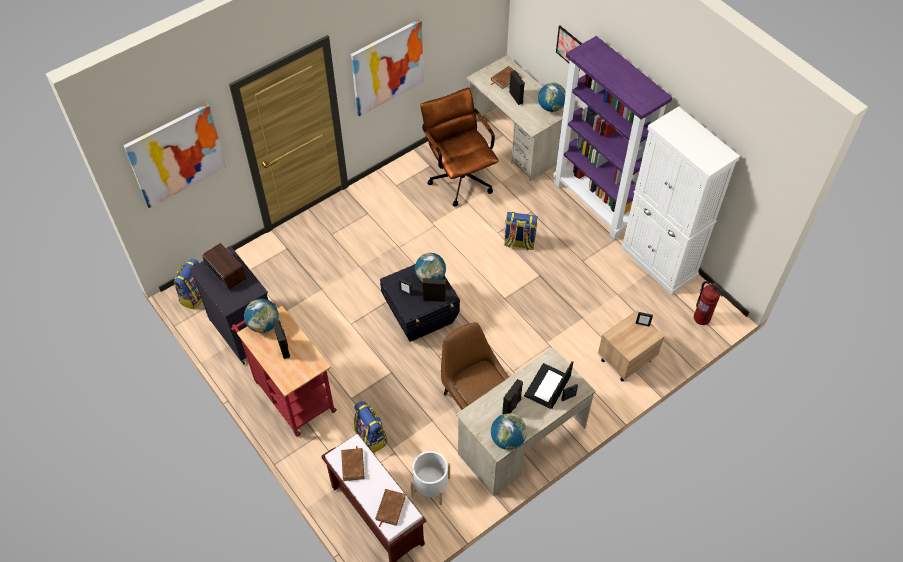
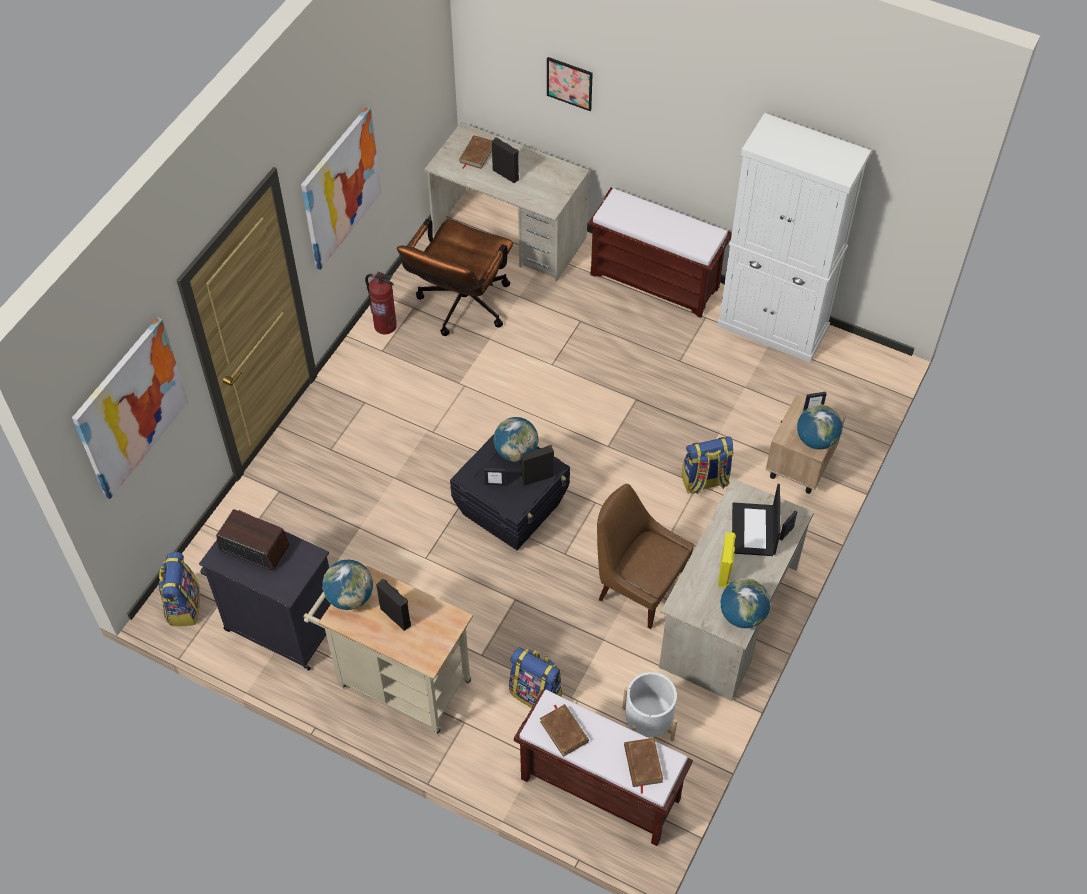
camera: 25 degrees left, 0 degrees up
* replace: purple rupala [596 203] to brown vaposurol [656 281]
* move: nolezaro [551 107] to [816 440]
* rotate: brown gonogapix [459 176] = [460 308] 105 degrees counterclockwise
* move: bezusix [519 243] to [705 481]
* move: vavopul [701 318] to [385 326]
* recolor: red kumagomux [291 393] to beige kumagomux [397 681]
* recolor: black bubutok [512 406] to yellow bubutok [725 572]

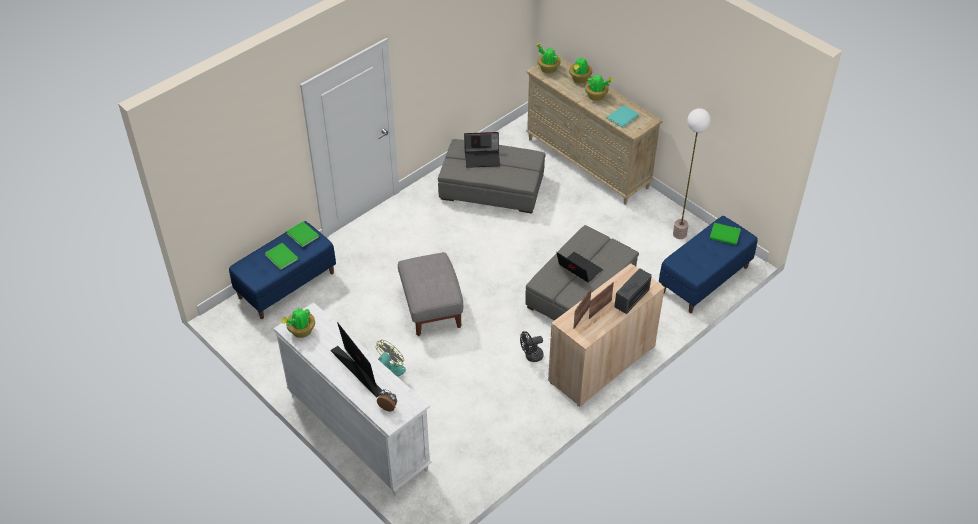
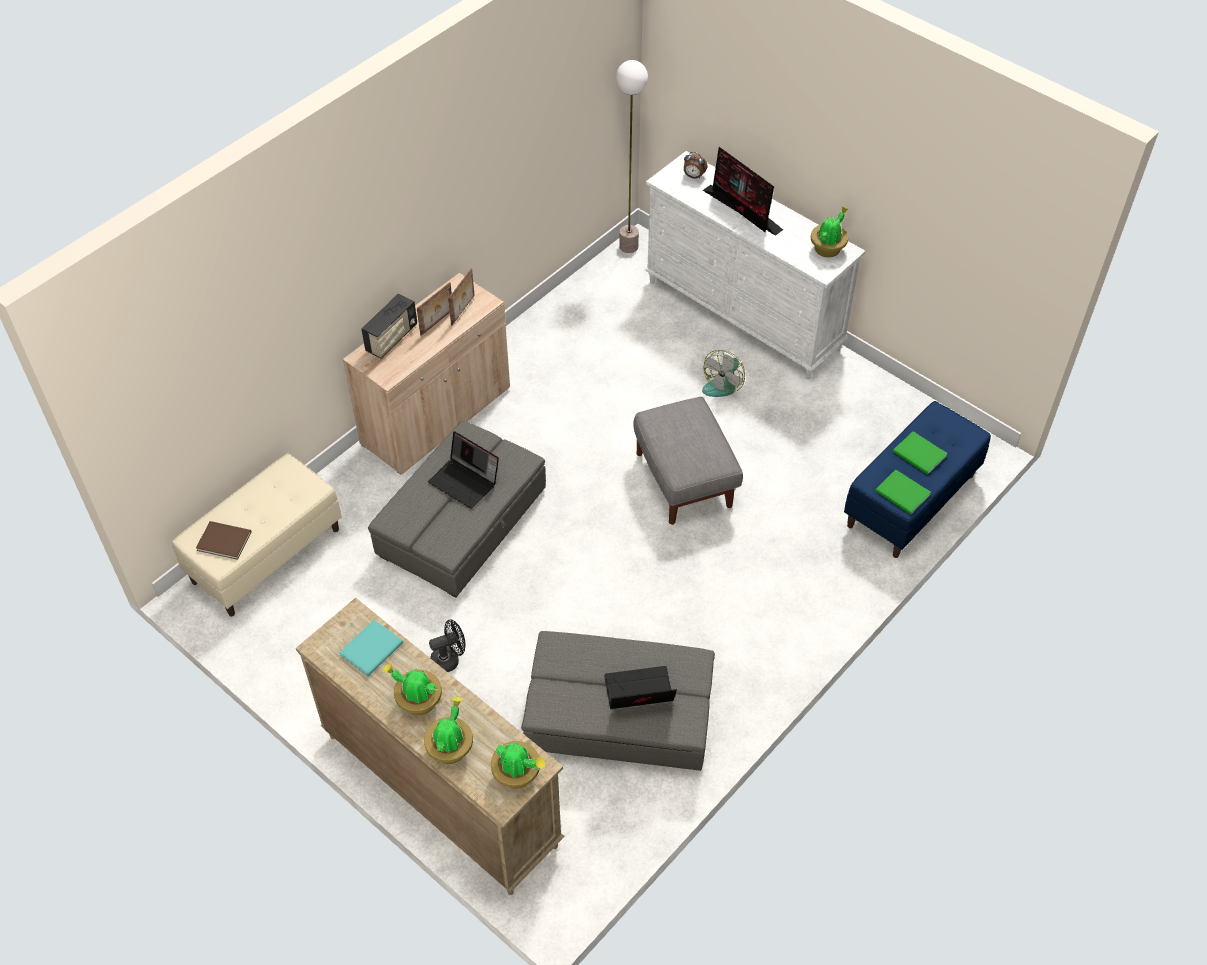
camera: 175 degrees right, 5 degrees up
* move: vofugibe [679 234] to [629 246]
* recolor: blue vaposurol [704 280] to beige vaposurol [266 555]
* recolor: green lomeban [725 235] to brown lomeban [223 540]
* move: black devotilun [531 356] to [449 659]

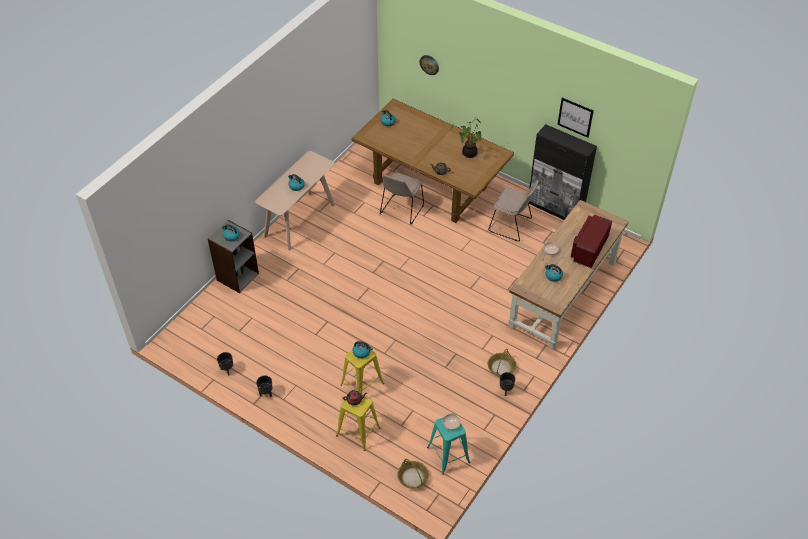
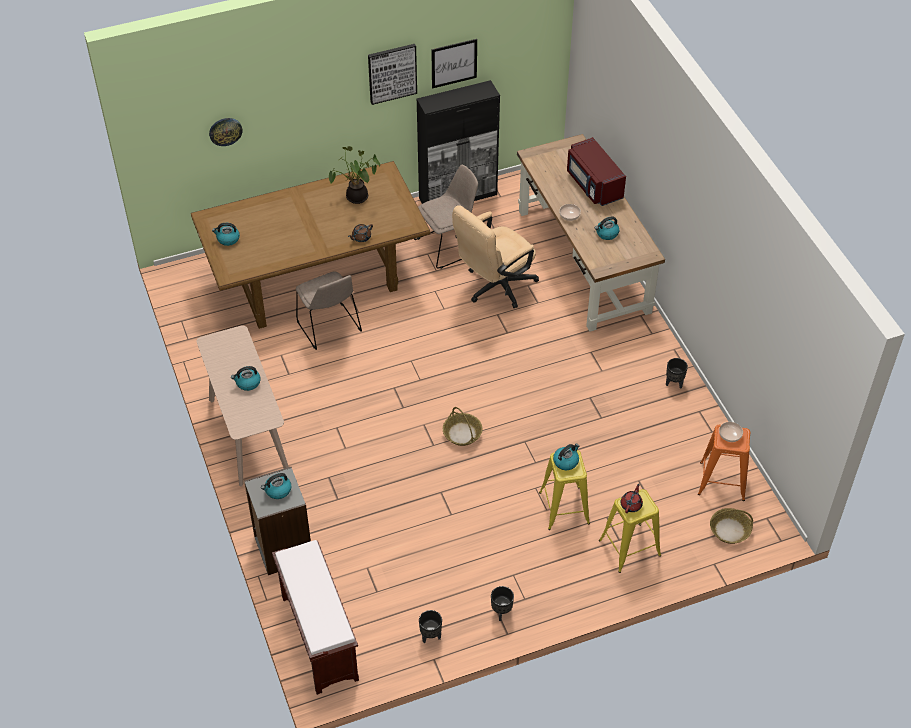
camera: 55 degrees left, 0 degrees up
* move: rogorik [501 368] to [462 433]
* recolor: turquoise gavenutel [448 454] to orange gavenutel [722 481]
* insert: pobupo [392 73]
* insert: beige gonogapix [494 287]
* insert: brown vaposurol [318 637]

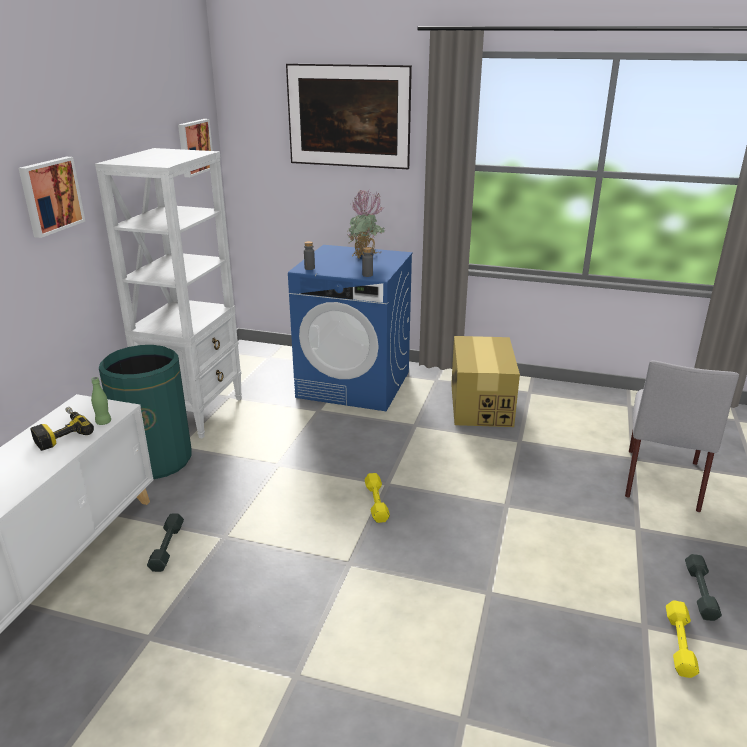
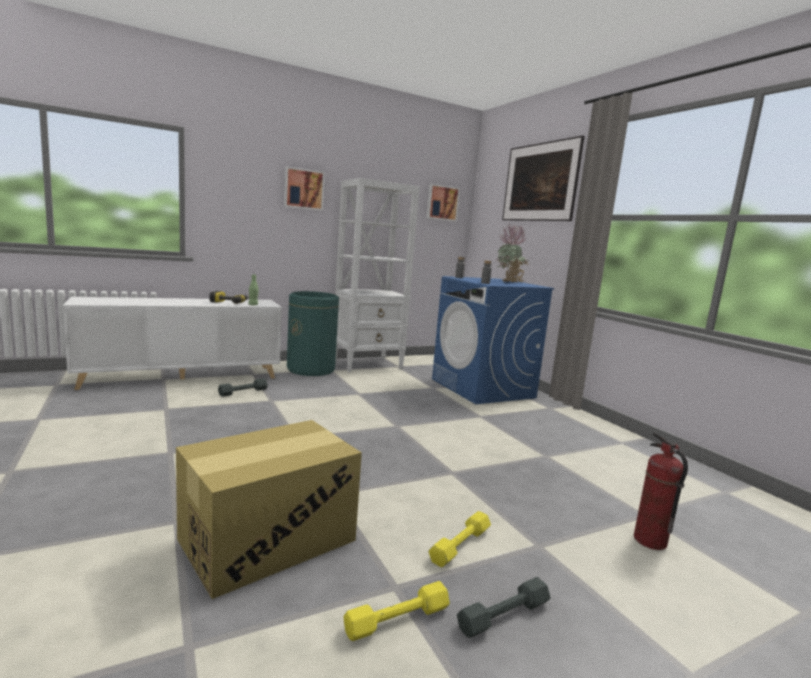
camera: 45 degrees right, 15 degrees down
* move: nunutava [480 404] to [268 539]
* replace: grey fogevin [661 478] to vavopul [649 541]
* move: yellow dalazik [376 502] to [460 545]

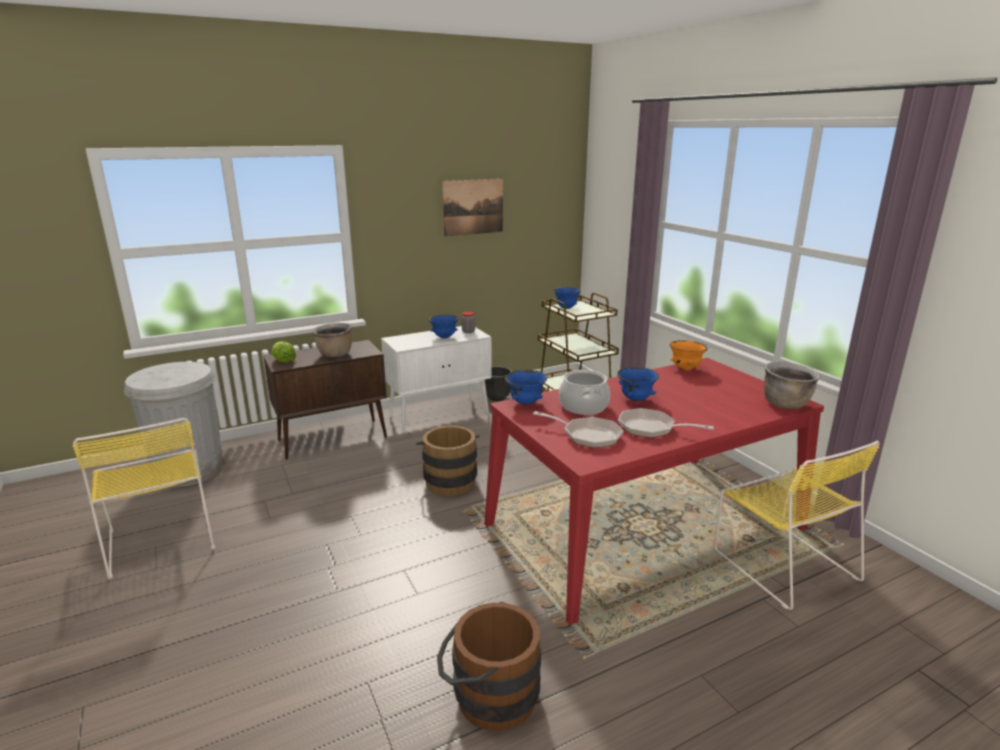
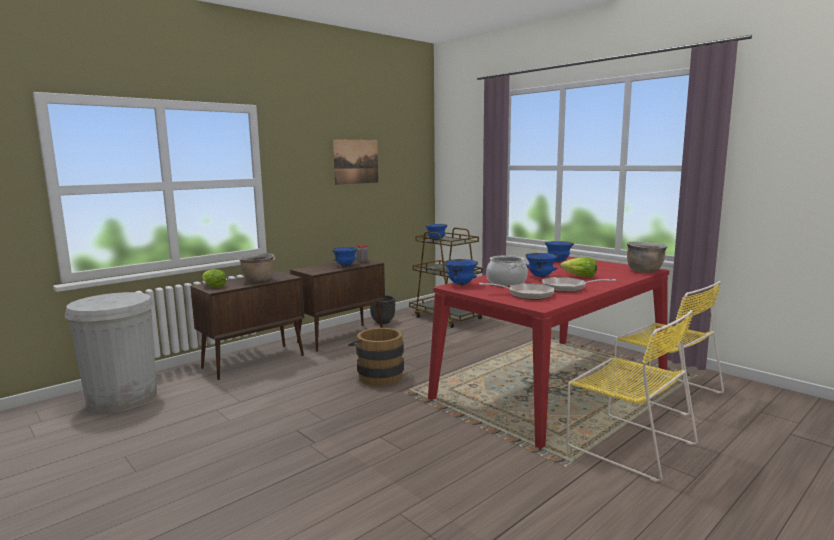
camera: 15 degrees left, 10 degrees down
* recolor: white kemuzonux [440 416] to brown kemuzonux [342 337]
* recolor: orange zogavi [685 369] to blue zogavi [558 261]
* move: yellow fogevin [161 536] to [627 444]
* delete: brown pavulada [488 695]
* insert: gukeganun [579 276]

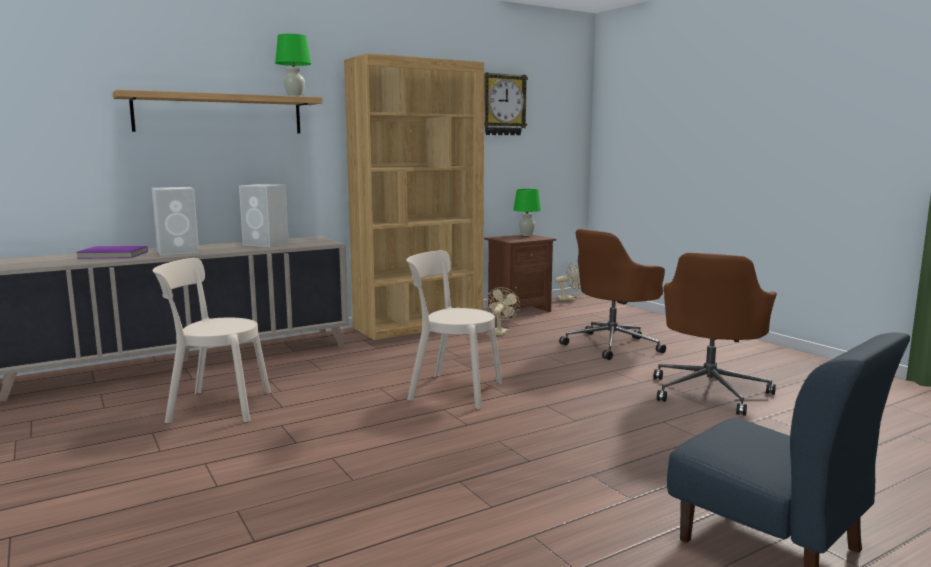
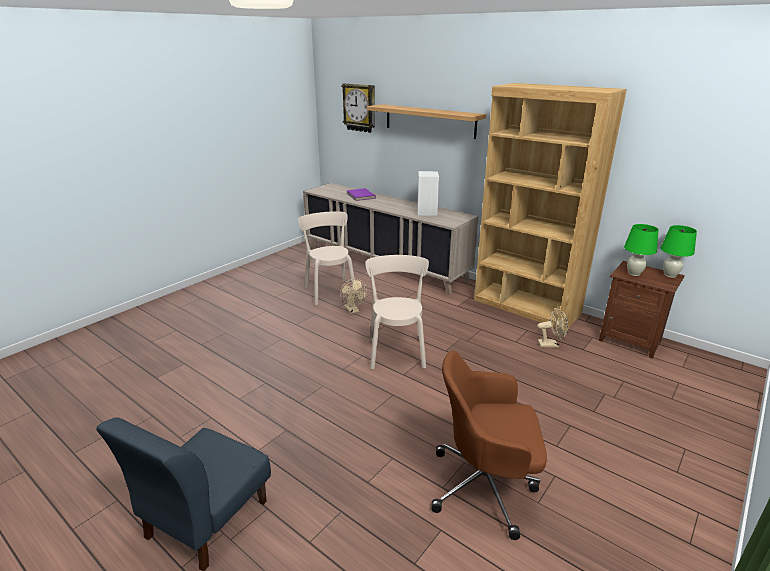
camera: 70 degrees right, 15 degrees up
* move: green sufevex [295 96] to [634 274]
* move: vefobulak [502 105] to [360 108]
* delete: white bubutok [179 251]
* delete: brown gonogapix [613 345]
* move: beige devotilun [569 299] to [353 311]

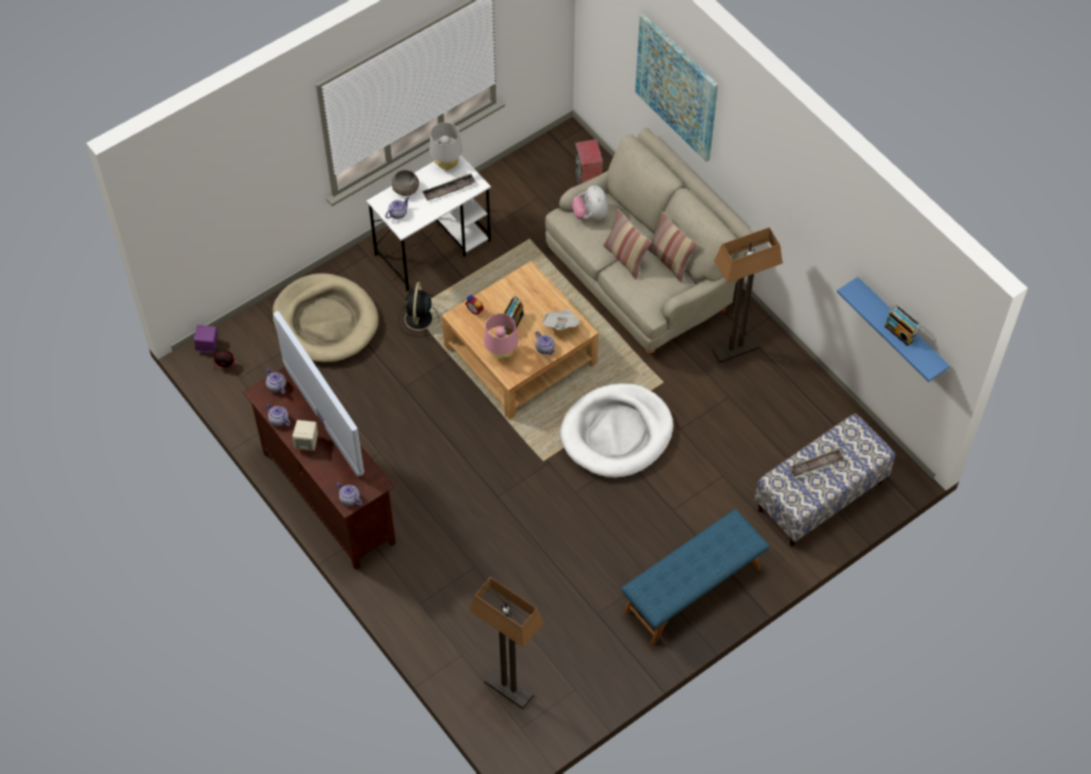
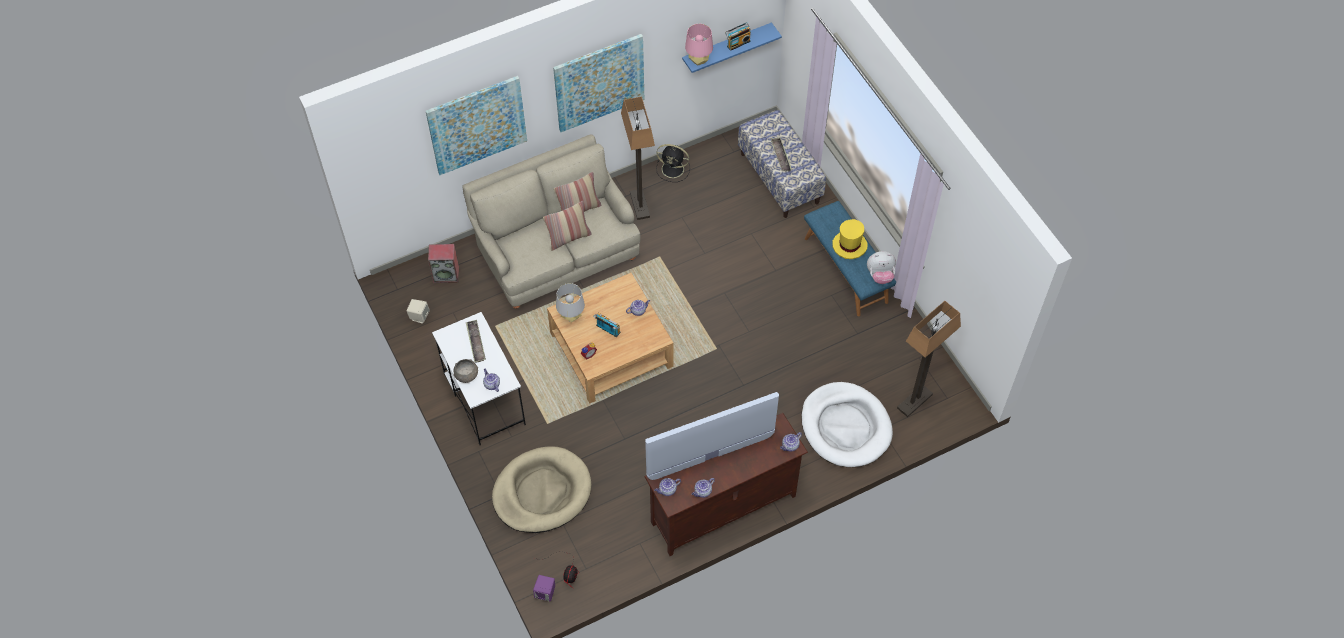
camera: 80 degrees left, 0 degrees up
* move: grey sufevex [446 164] to [571 316]
* move: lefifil [590 215] to [880 275]
* move: black devotilun [418 320] to [673 169]
* delete: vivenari [561 325]
* move: pink sufevex [501 353] to [698 60]
* move: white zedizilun [617 433] to [845 427]
* move: beige bubutok [307 442] to [419 316]
* insert: pobupo [599 82]
* insert: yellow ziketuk [849 245]

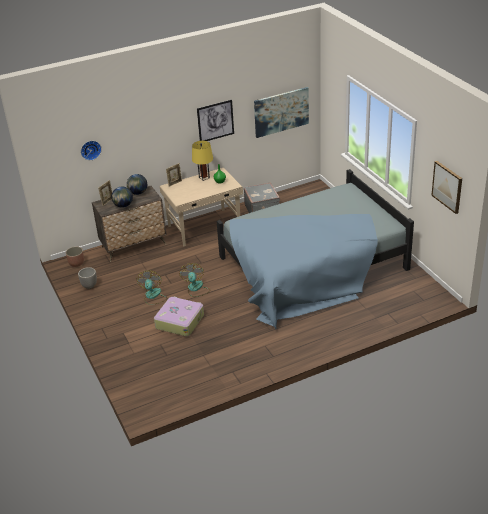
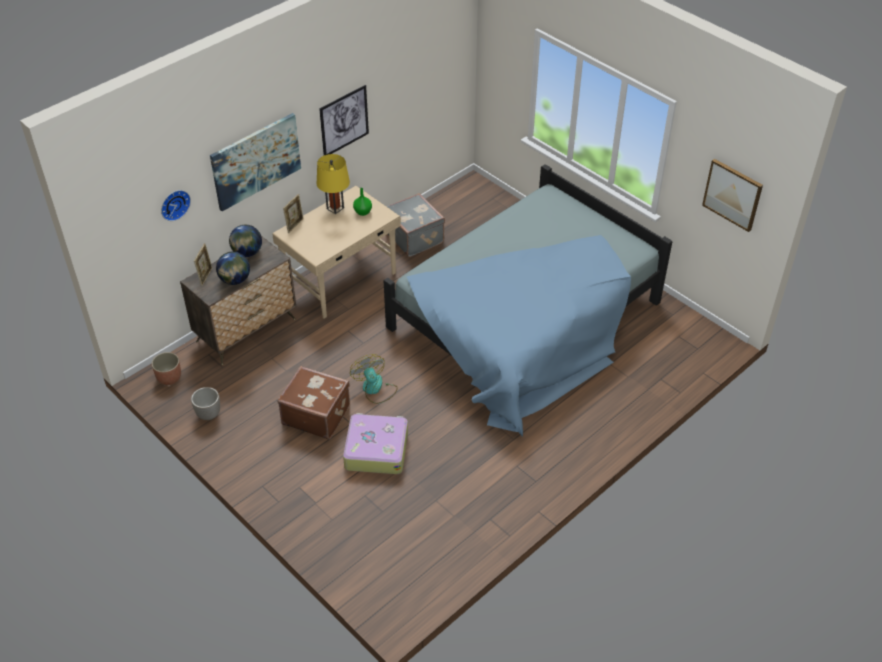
camera: 20 degrees left, 10 degrees up
* move: pobupo [281 112] to [256 161]
* replace: devotilun [153 296] to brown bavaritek [316 414]

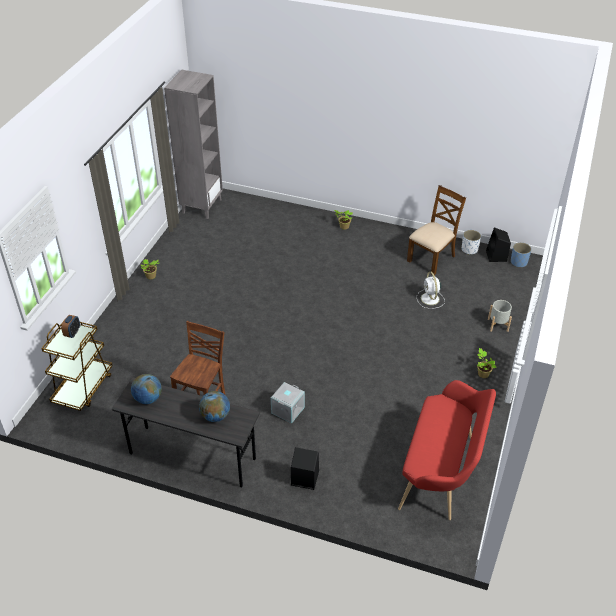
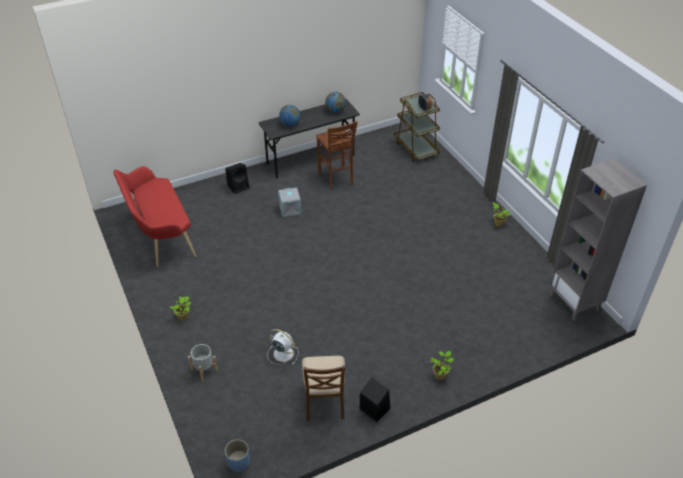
camera: 135 degrees right, 0 degrees up
* move: black bubutok [496 256] to [374 408]
* delete: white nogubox [469 249]

